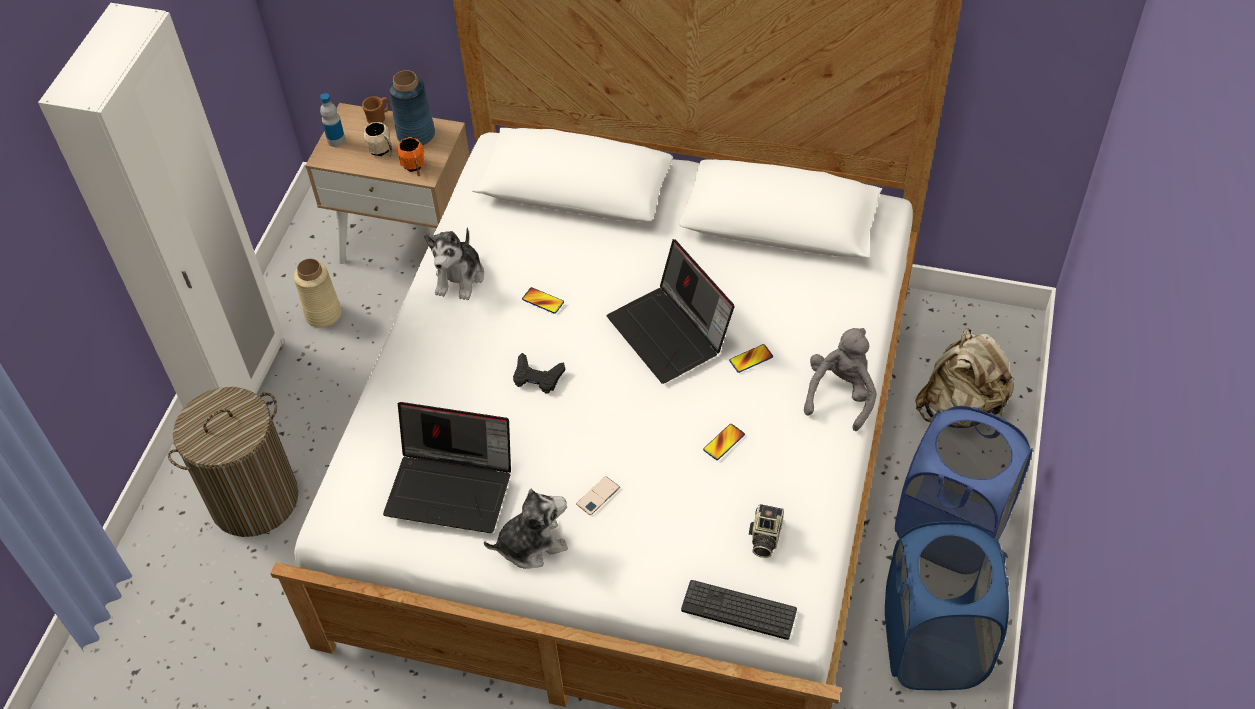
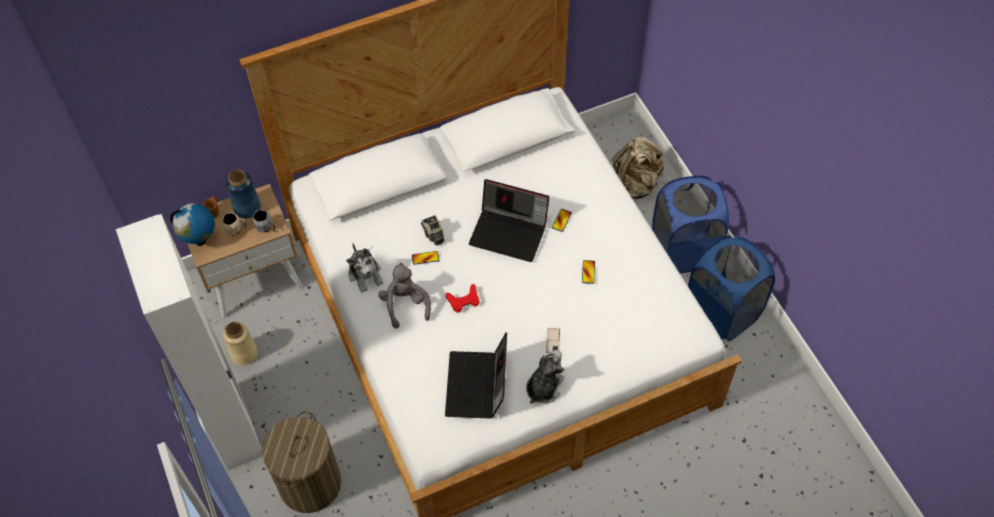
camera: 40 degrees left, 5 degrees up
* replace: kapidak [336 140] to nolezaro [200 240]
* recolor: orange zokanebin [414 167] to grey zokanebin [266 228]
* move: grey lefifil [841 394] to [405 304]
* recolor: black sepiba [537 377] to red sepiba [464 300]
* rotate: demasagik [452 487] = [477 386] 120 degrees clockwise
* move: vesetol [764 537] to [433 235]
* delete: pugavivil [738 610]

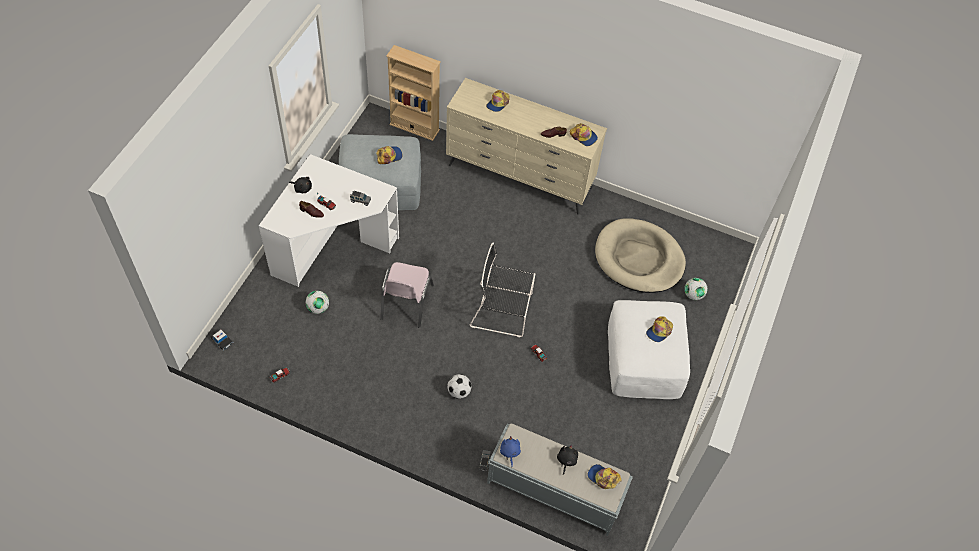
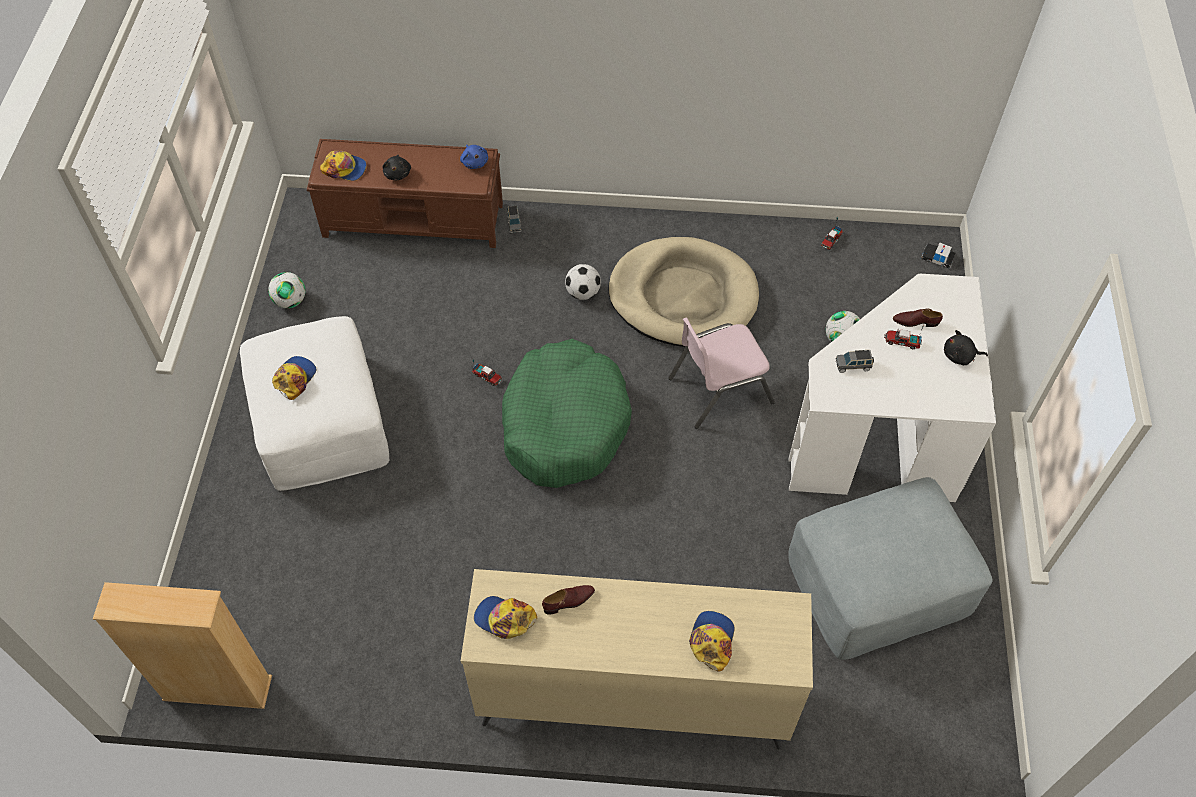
camera: 165 degrees right, 0 degrees up
* move: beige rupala [414 127] to [217 688]
* delete: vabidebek [389 156]
* move: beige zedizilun [639 258] to [683 296]
* replace: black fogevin [503 311] to green zedizilun [564 424]
* rotate: pink fogevin [406 302] = [719 389] 105 degrees counterclockwise
* move: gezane [693 295] to [290 301]
* recolor: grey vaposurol [553 489] to brown vaposurol [414 220]

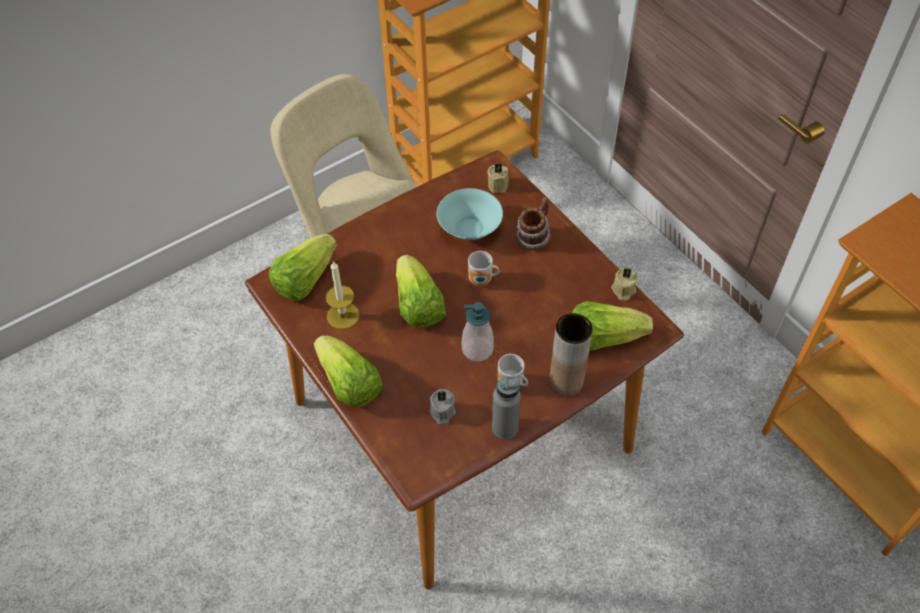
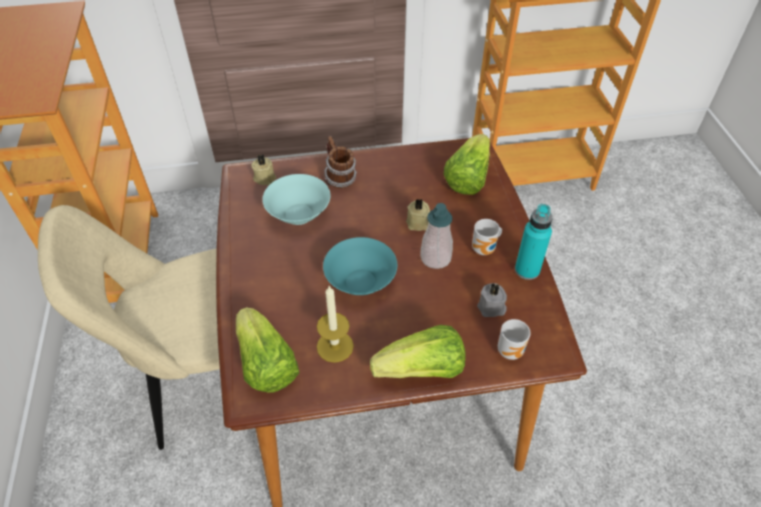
camera: 65 degrees left, 5 degrees down
* move: zokanebin [481 281] to [512 350]
* replace: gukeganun [418 305] to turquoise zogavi [361 282]
* move: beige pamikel [623 290] to [418 224]
* delete: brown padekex [566 382]
* recolor: grey kapidak [505 427] to turquoise kapidak [527 270]

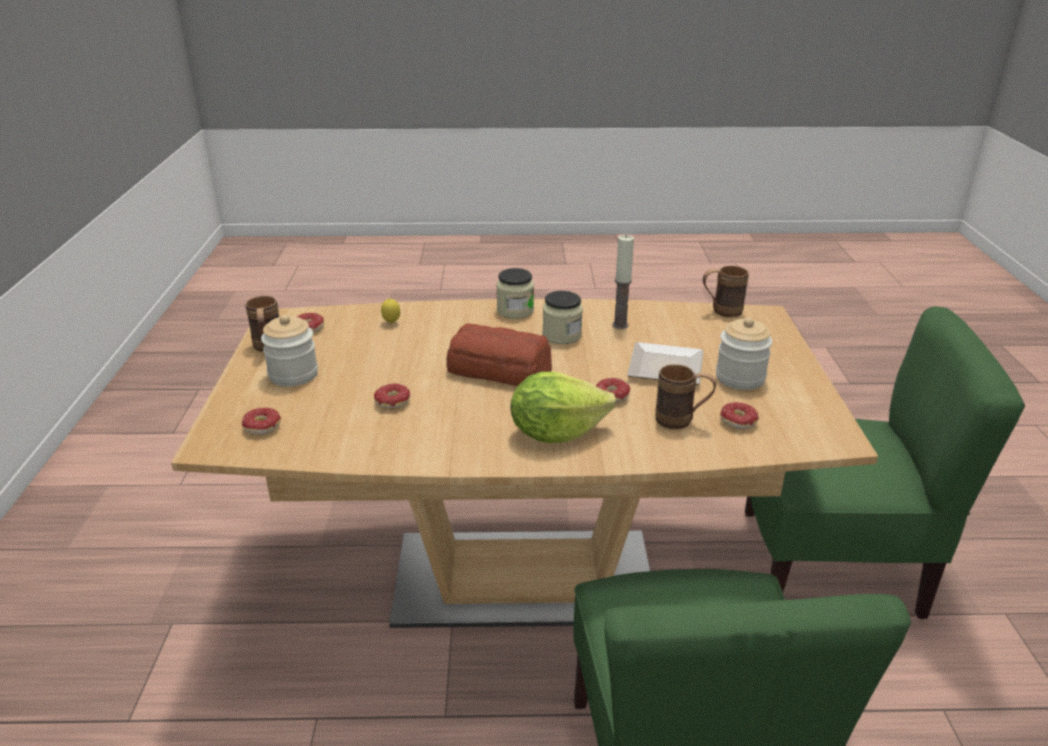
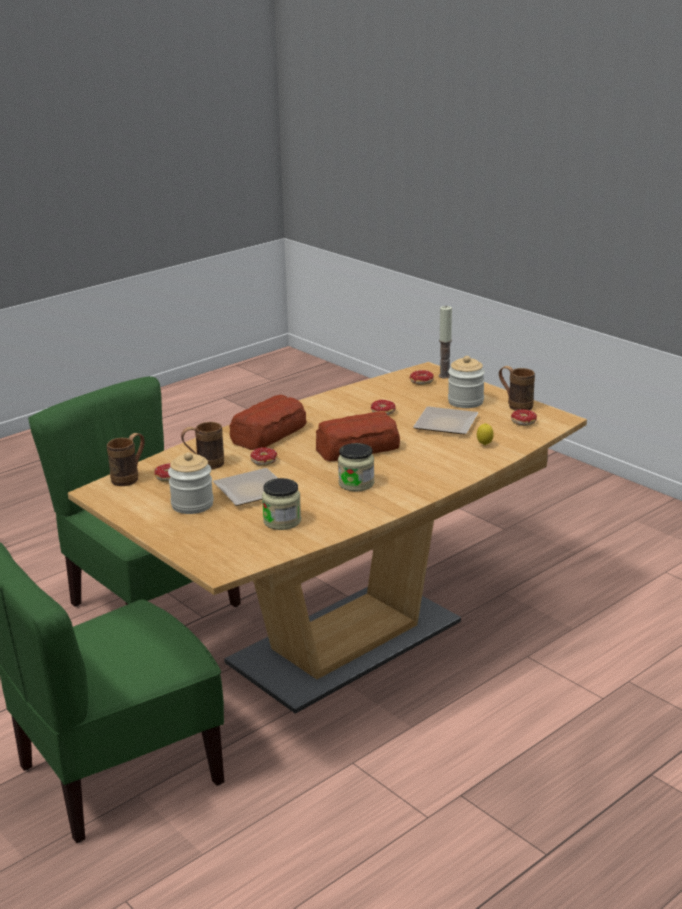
camera: 140 degrees right, 5 degrees down
* move: pamikel [620 325] to [444 376]
* move: brown zokanebin [720 311] to [130 477]
* move: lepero [515 311] to [282 521]
* replace: gukeganun [556 432] to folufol [269 433]
* insert: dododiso [447 425]

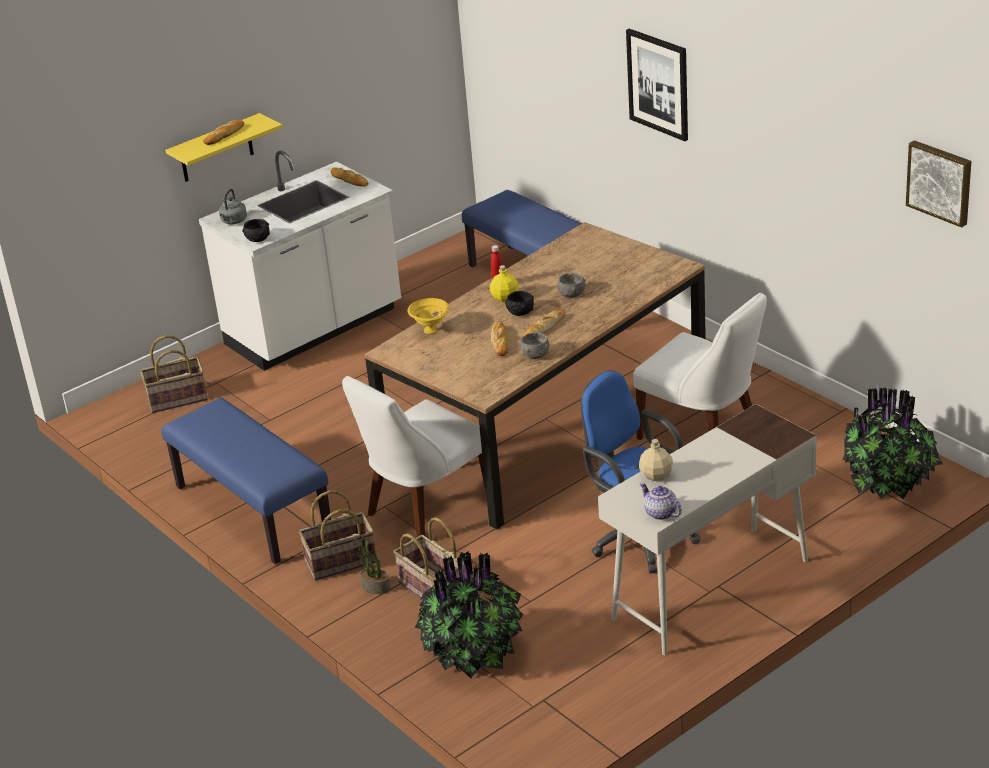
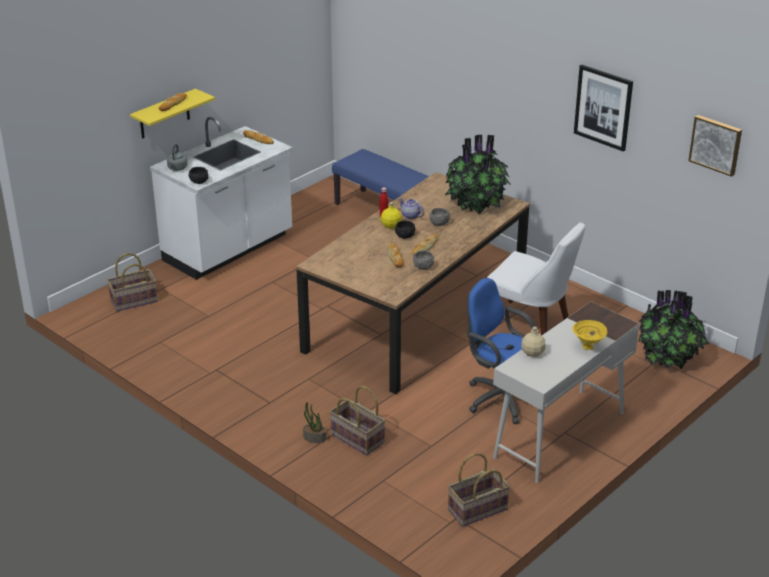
camera: 10 degrees left, 0 degrees up
* move: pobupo [658 84] to [603 107]
* move: yellow zogavi [431 331] to [588 347]
* delete: white fogevin [425 509]
* delete: blue vaposurol [251 510]
* move: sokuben [660 513] to [410 216]
* move: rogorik [340 562] to [478 510]
* move: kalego [473 653] to [476 203]

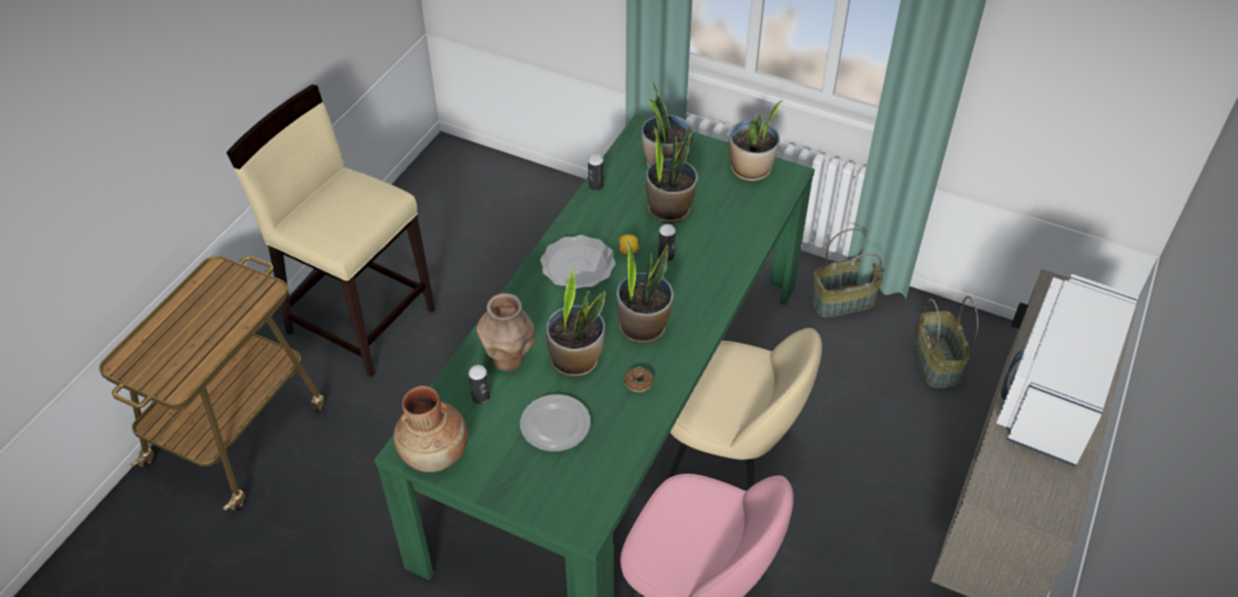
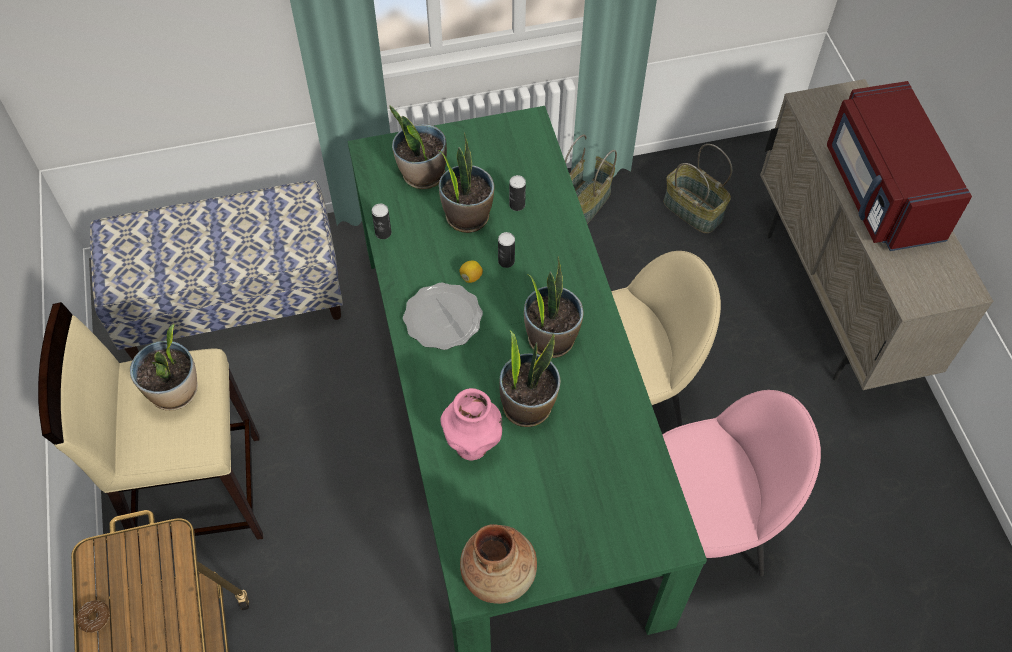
camera: 40 degrees left, 10 degrees up
* move: kalego [751 170] to [175 392]
* recolor: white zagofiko [1053 393] to red zagofiko [880 192]
* recolor: brown padekex [508 359] to pink padekex [472 445]
* move: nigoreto [481 397] to [517 205]
* move: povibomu [638 383] to [95 618]
* delete: dododiso [556 424]
* insert: vaposurol [233 301]

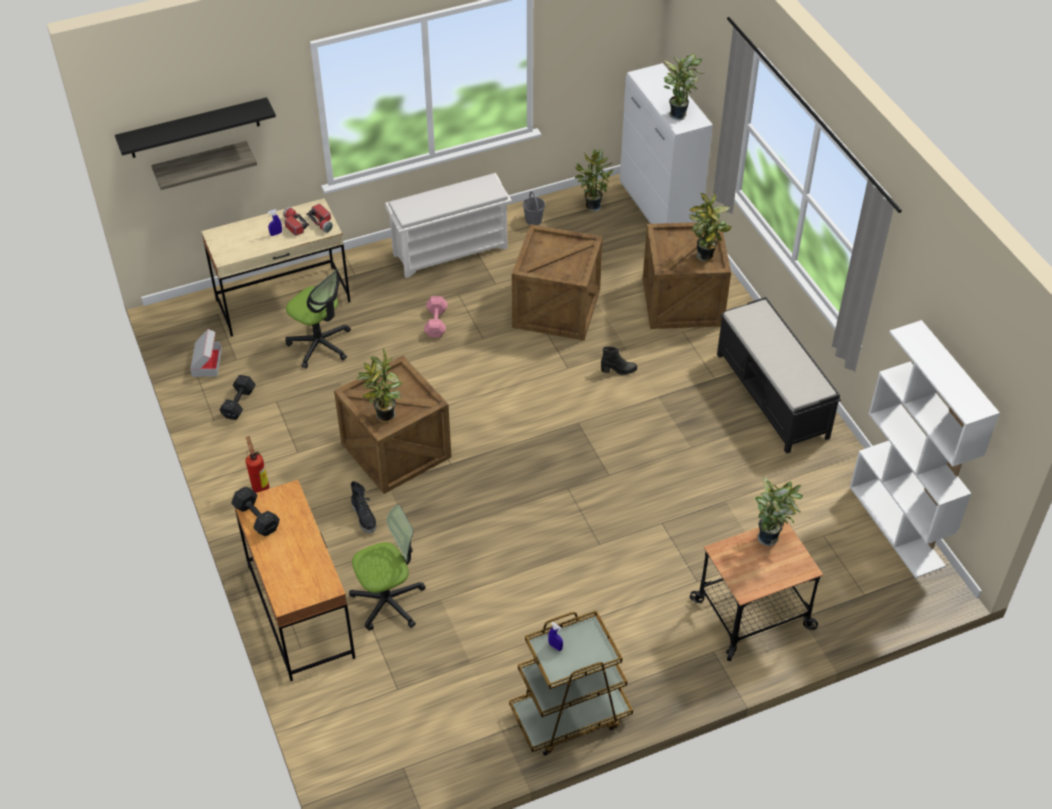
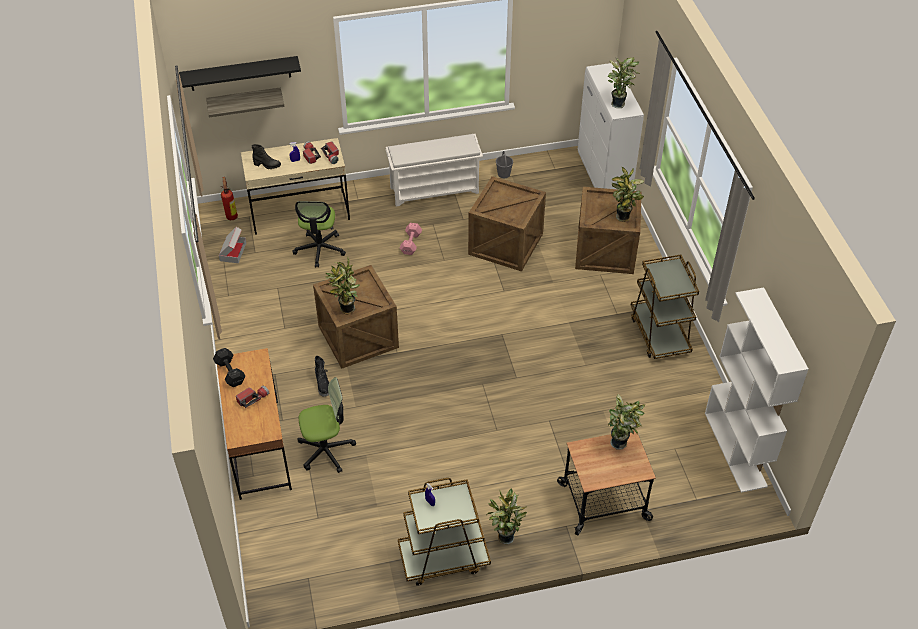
camera: 10 degrees right, 0 degrees up
* move: kalego [591 206] to [504 536]
* rotate: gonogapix [320 345] = [320 249] 45 degrees clockwise
* replace: black vaposurol [772 396] to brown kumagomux [659 334]
* move: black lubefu [618 370] to [267 165]
* delete: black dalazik [238 404]
* move: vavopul [260 486] to [232 216]
* insert: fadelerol [253 399]

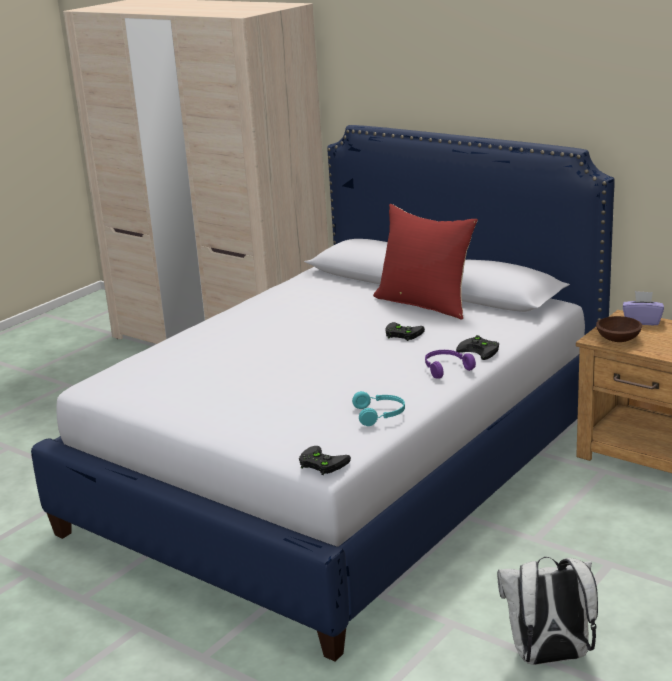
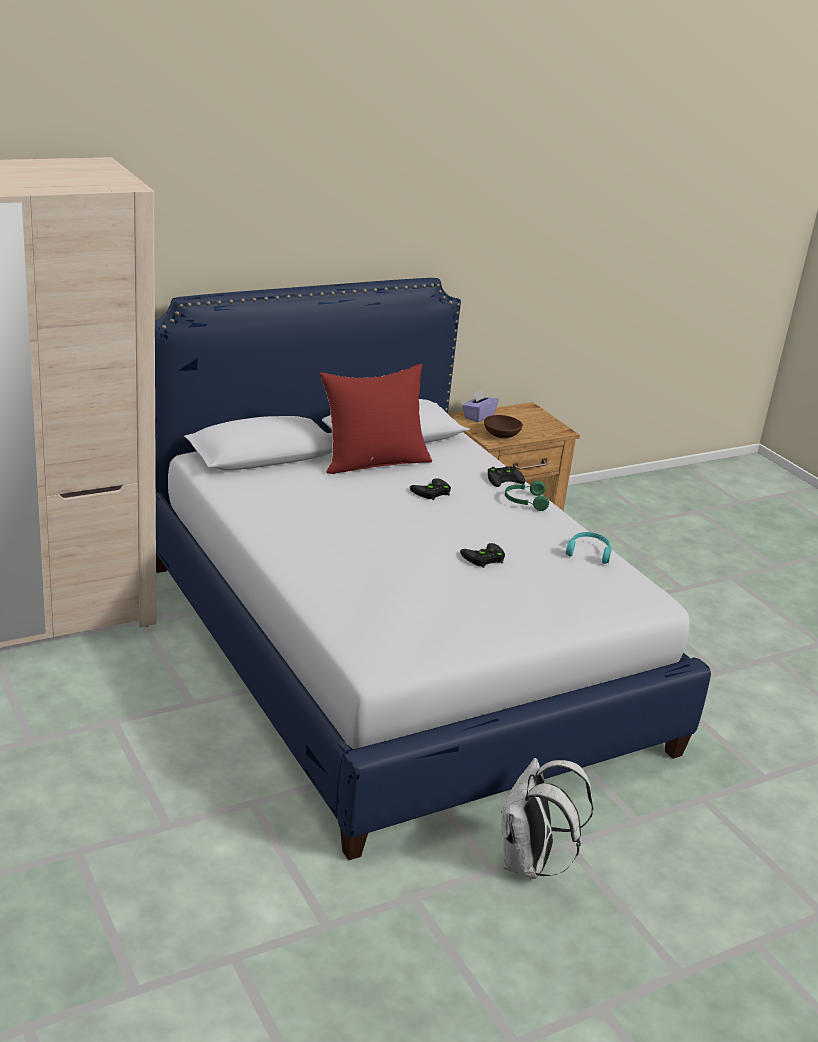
camera: 70 degrees left, 5 degrees up
* recolor: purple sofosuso [445 368] to green sofosuso [525 501]
* move: black sepiba [321 463] to [483 558]
* move: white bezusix [549 658] to [529 863]

